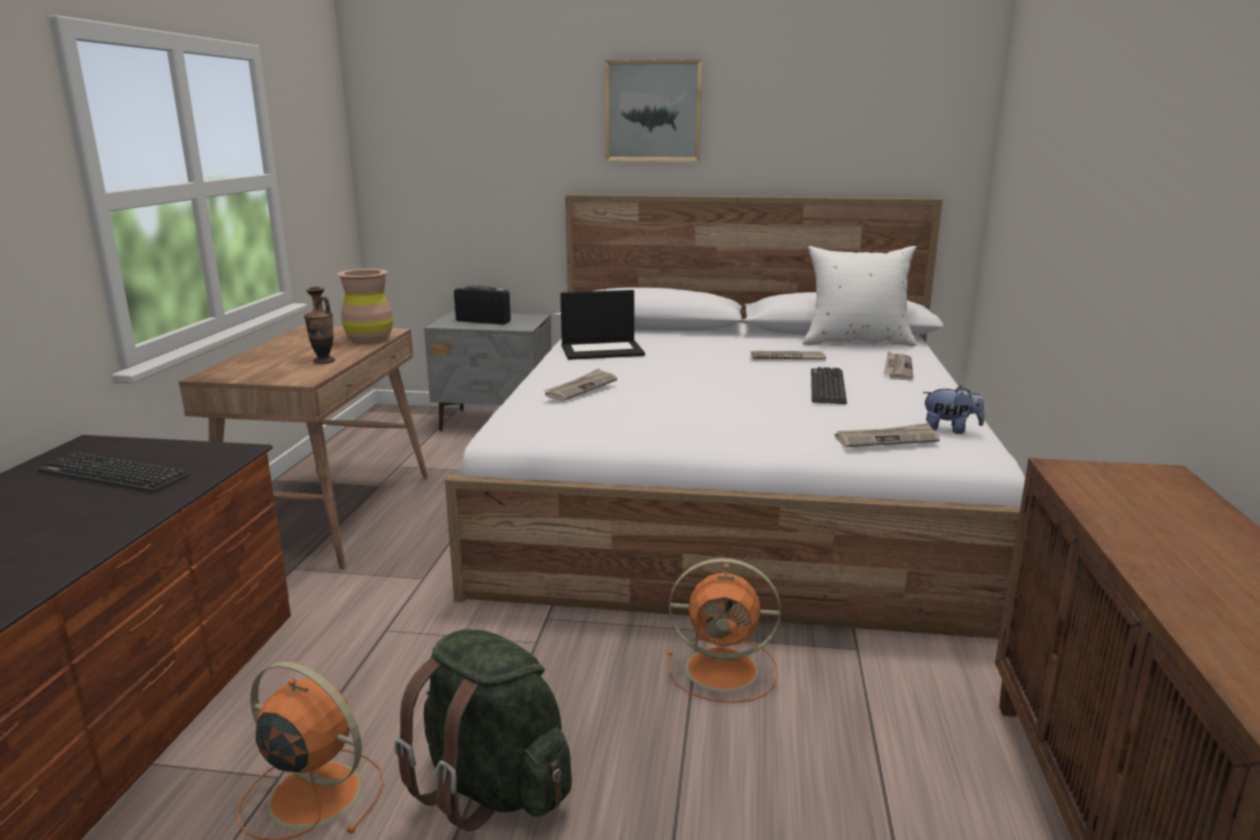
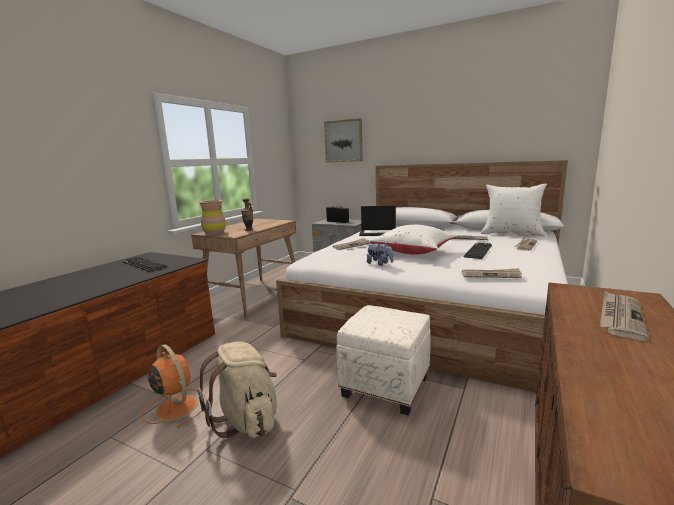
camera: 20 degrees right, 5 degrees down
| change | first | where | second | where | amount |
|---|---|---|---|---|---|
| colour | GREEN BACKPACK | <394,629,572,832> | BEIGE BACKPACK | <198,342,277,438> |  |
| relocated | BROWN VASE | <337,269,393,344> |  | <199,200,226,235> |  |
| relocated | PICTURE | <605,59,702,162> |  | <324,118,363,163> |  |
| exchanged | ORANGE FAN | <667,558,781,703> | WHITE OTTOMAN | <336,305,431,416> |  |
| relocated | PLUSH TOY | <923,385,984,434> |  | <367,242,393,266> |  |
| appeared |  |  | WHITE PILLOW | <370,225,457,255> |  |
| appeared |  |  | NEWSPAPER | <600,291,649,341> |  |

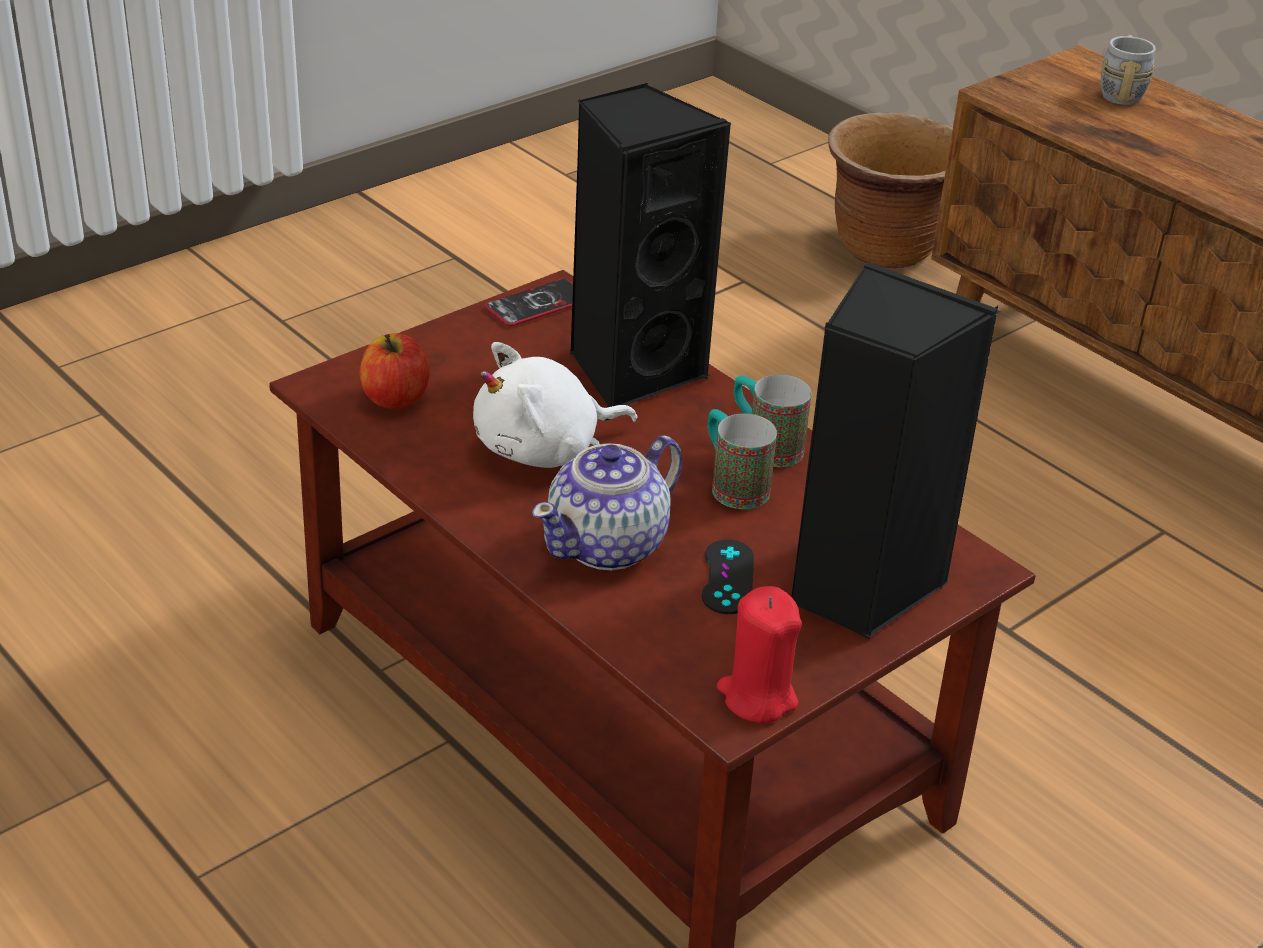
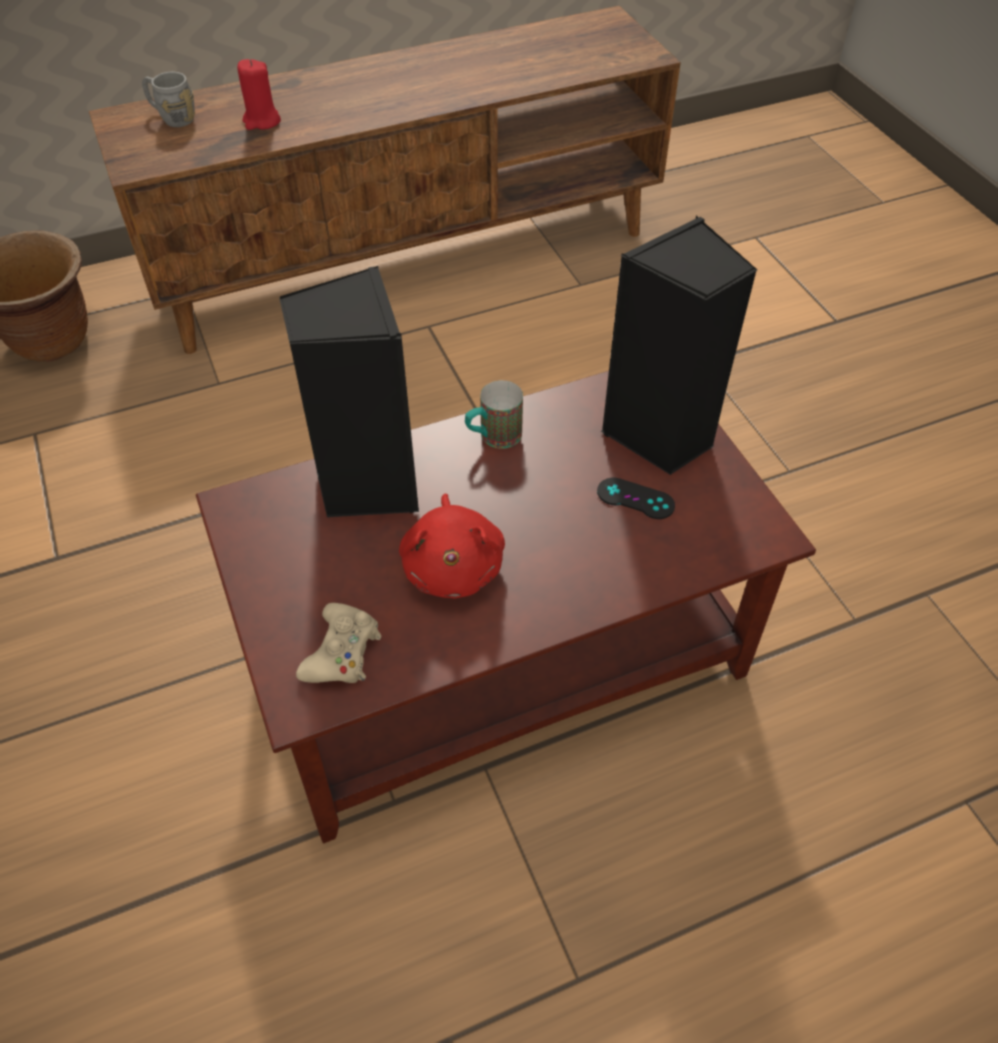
camera: 70 degrees left, 15 degrees up
| change | first | where | second | where | amount |
|---|---|---|---|---|---|
| relocated | RED CANDLE | <717,586,802,723> |  | <237,59,281,130> |  |
| exchanged | APPLE | <360,333,430,409> | BEIGE GAME CONTROLLER | <296,603,382,683> |  |
| colour | WHITE PLUSH TOY | <473,342,637,468> | RED PLUSH TOY | <399,494,505,598> |  |
| missing | PHONE | <485,279,573,326> |  |  |  |
| missing | TEAPOT | <532,436,682,570> |  |  |  |
| missing | MUG | <708,409,777,509> |  |  |  |

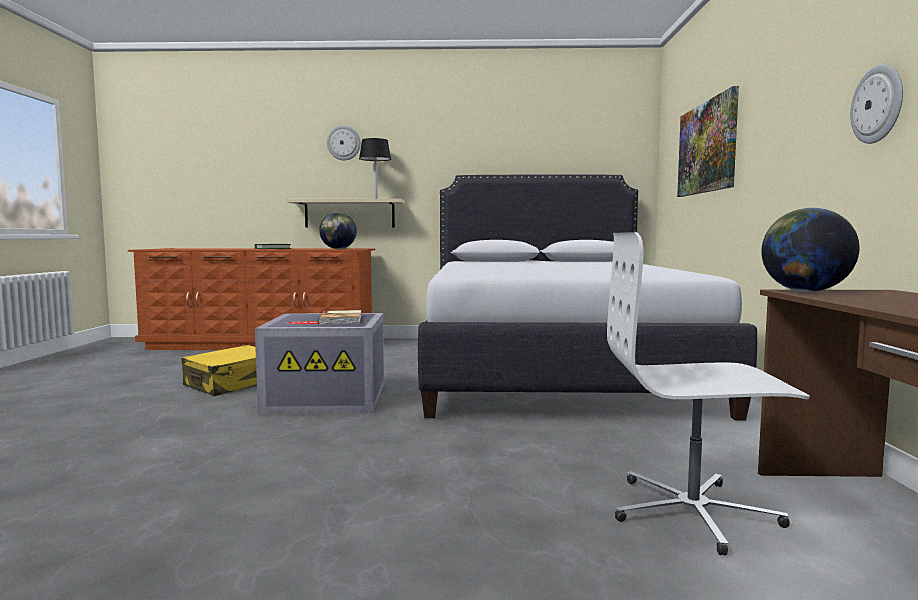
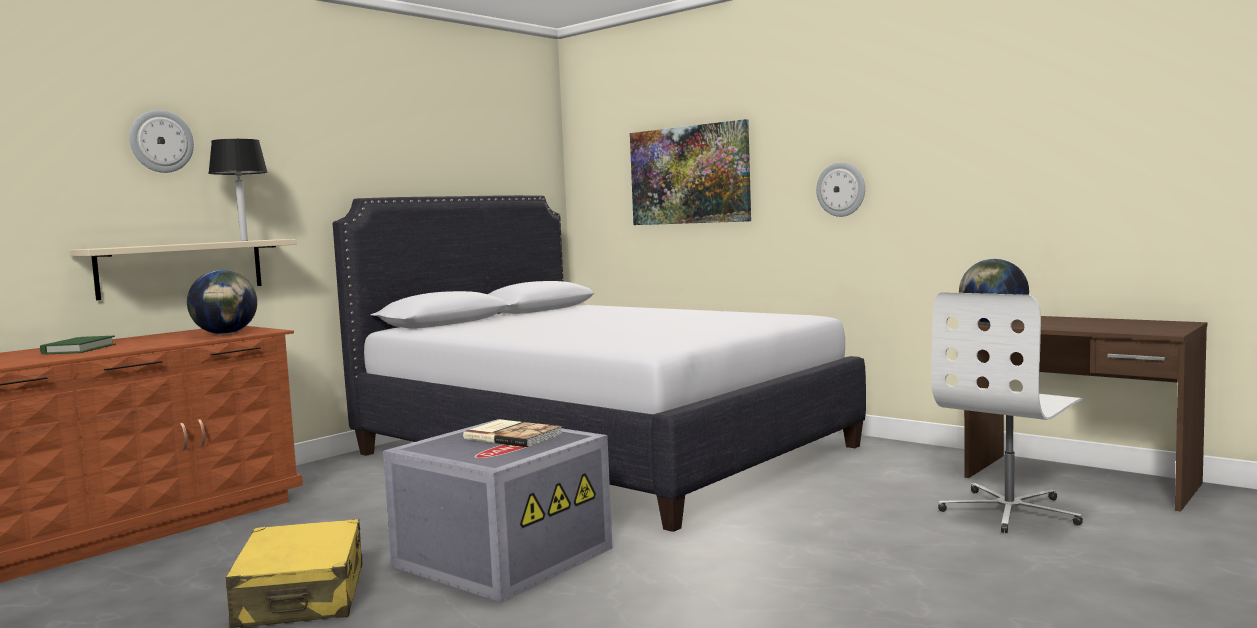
camera: 50 degrees left, 0 degrees up
| change | first | where | second | where | amount |
|---|---|---|---|---|---|
| relocated | WALL CLOCK | <850,64,903,144> |  | <816,162,865,217> |  |

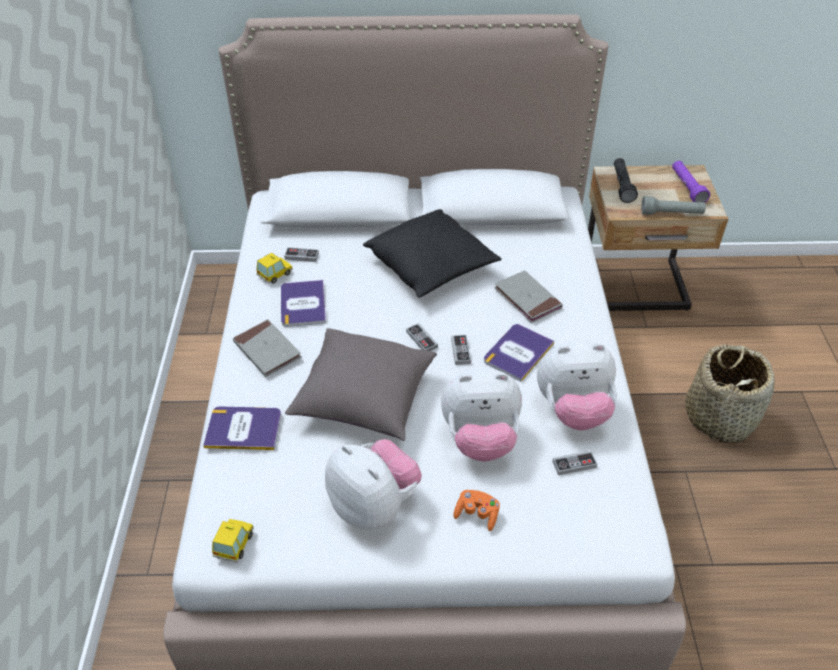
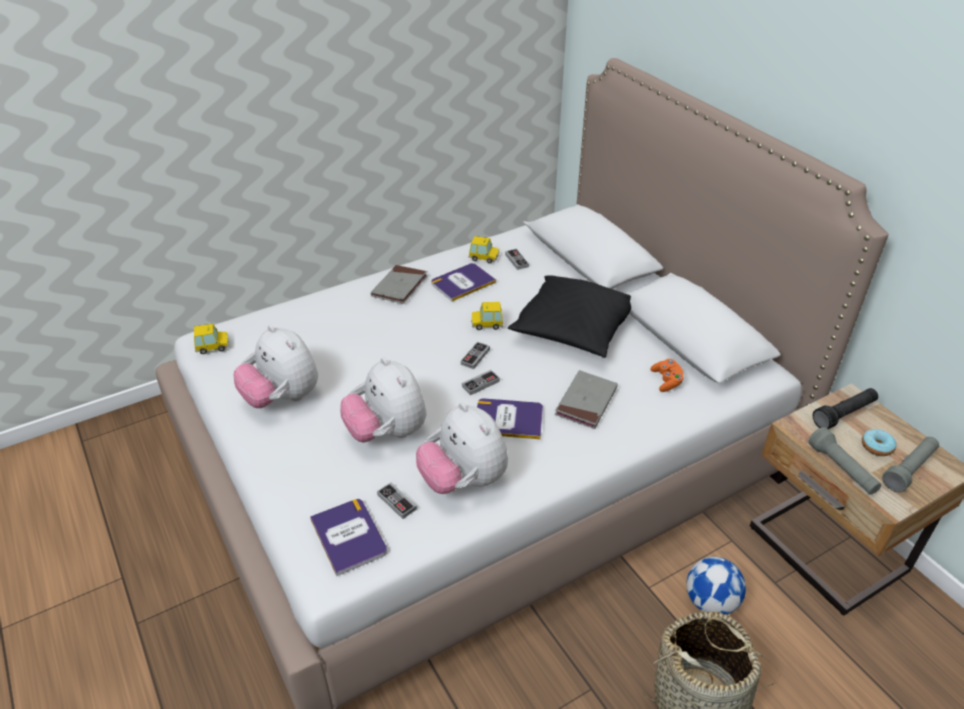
camera: 60 degrees right, 5 degrees down
| change | first | where | second | where | amount |
|---|---|---|---|---|---|
| spun | PLUSH TOY | <325,439,422,530> |  | <234,325,318,408> | 120 degrees clockwise |
| relocated | BOOK | <203,407,281,450> |  | <310,499,387,576> |  |
| appeared |  |  | TOY CAR | <471,302,503,330> |  |
| relocated | ORANGE GAME CONTROLLER | <453,490,500,531> |  | <651,359,684,392> |  |
| appeared |  |  | FOOTBALL | <686,557,746,615> |  |
| appeared |  |  | DONUT | <862,429,897,456> |  |
| colour | PURPLE FLASHLIGHT | <672,161,710,203> | GREY FLASHLIGHT | <882,437,939,492> |  |
| missing | GREY PILLOW | <285,328,437,441> |  |  |  |

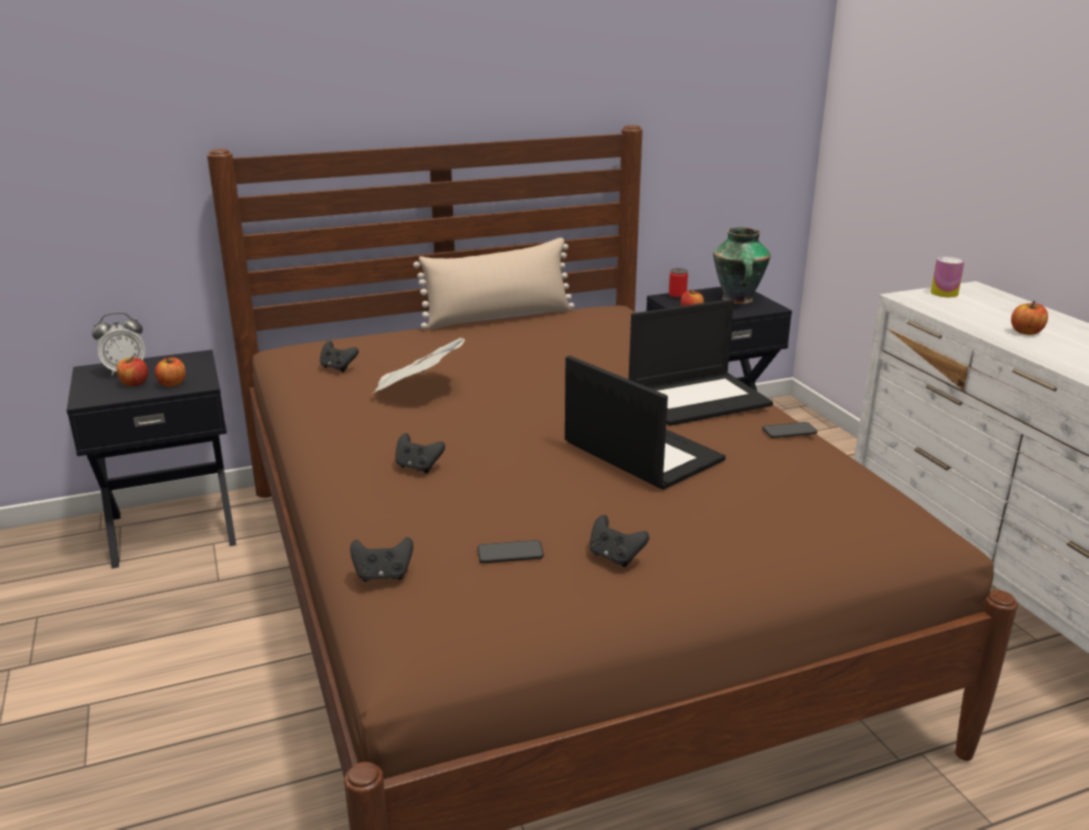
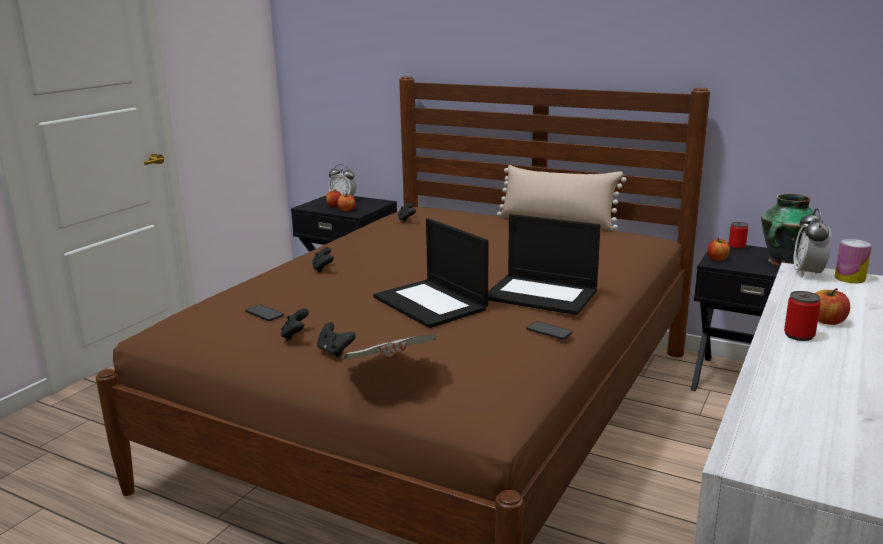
camera: 50 degrees right, 5 degrees down
| change | first | where | second | where | amount |
|---|---|---|---|---|---|
| relocated | BLACK GAME CONTROLLER | <350,537,413,582> |  | <317,323,356,357> |  |
| relocated | NEWSPAPER | <373,337,465,393> |  | <342,334,437,359> |  |
| spun | LAPTOP | <565,356,726,490> |  | <373,218,488,328> | 135 degrees clockwise |
| appeared |  |  | CAN | <784,291,821,341> |  |
| appeared |  |  | ALARM CLOCK | <794,208,832,278> |  |

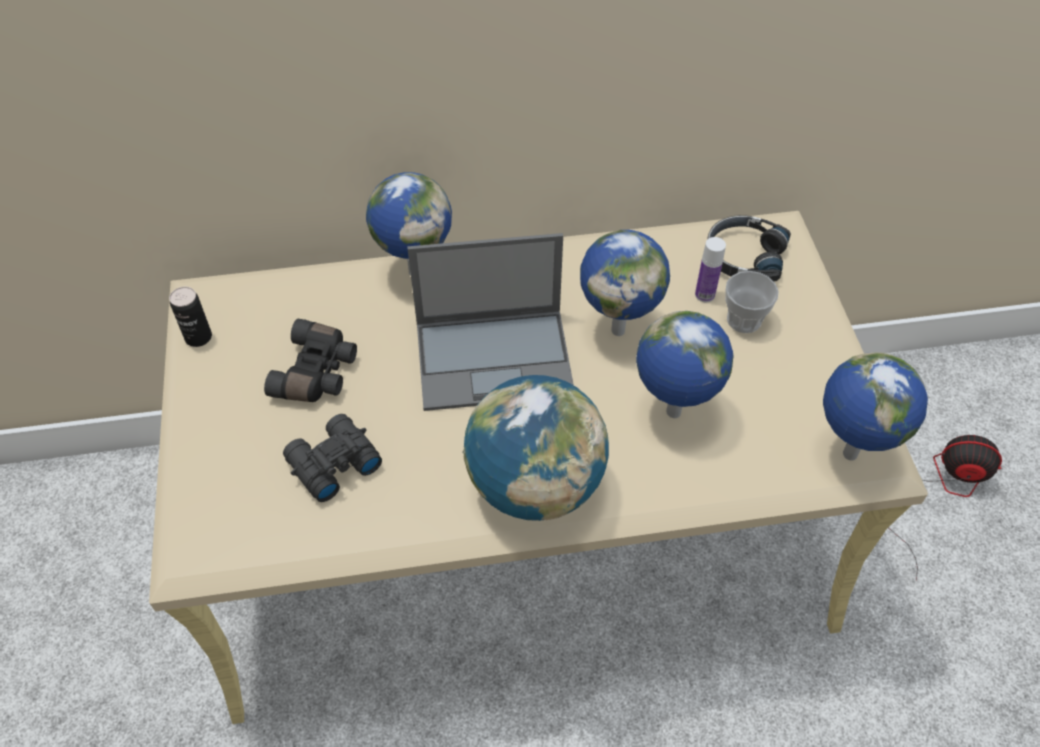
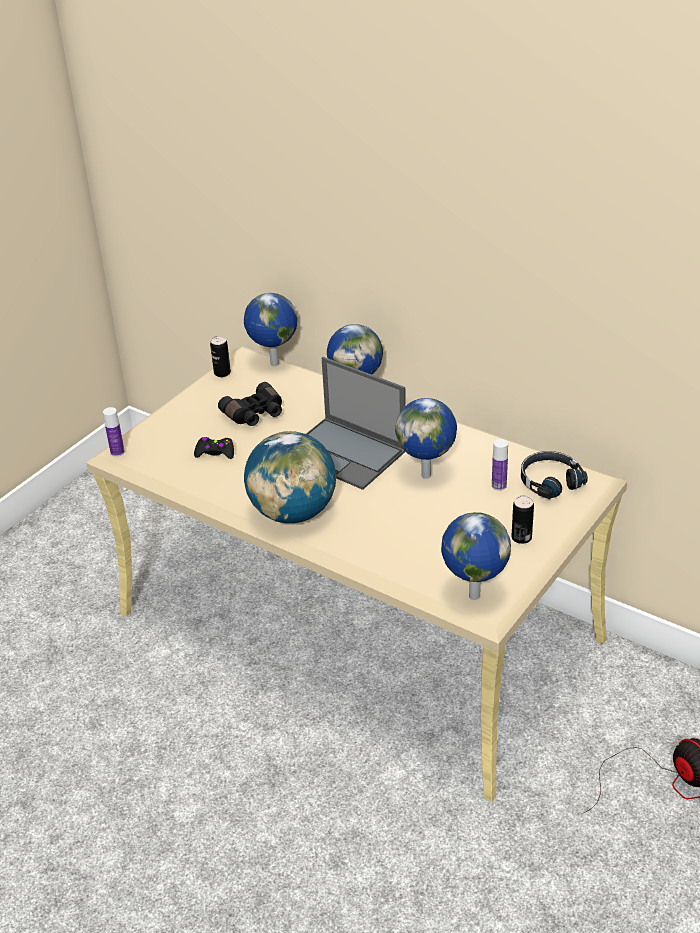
camera: 45 degrees right, 15 degrees down
| change | first | where | second | where | amount |
|---|---|---|---|---|---|
| appeared |  |  | BOTTLE | <103,407,125,457> |  |
| exchanged | BLACK BINOCULARS | <283,414,382,502> | BLACK GAME CONTROLLER | <194,437,234,459> |  |
| relocated | GLOBE | <636,311,733,418> |  | <244,293,298,366> |  |
| appeared |  |  | CAN | <511,496,534,544> |  |
| missing | CUP | <725,271,779,333> |  |  |  |

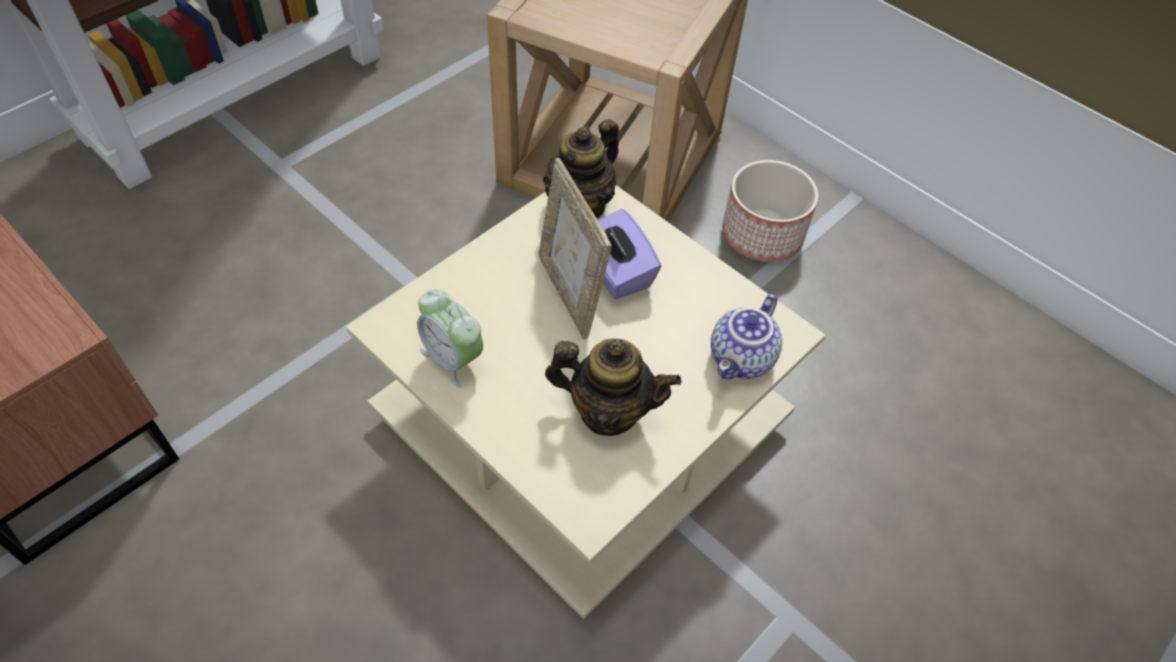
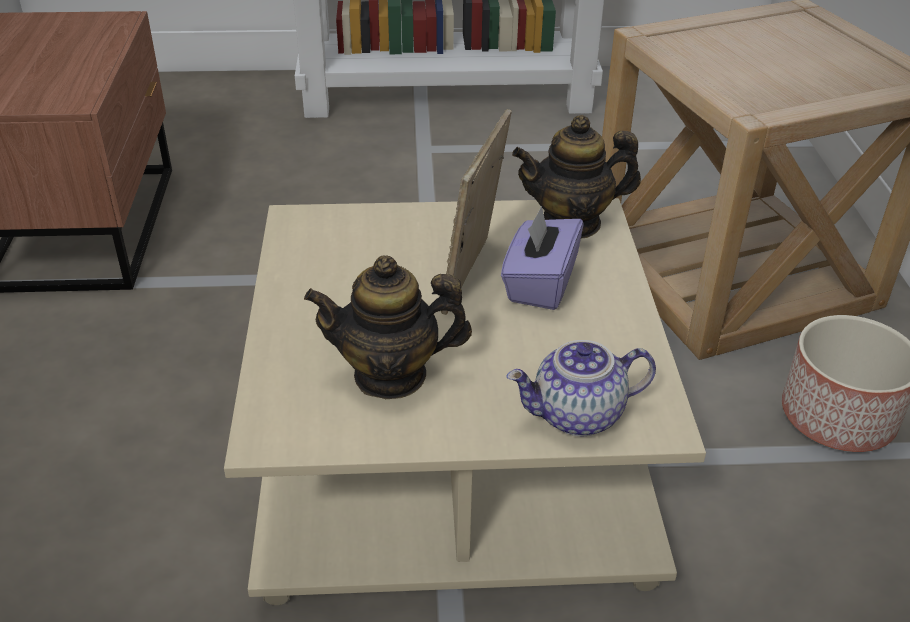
camera: 45 degrees right, 15 degrees down
| change | first | where | second | where | amount |
|---|---|---|---|---|---|
| spun | TEAPOT | <545,338,682,436> |  | <304,255,472,399> | 120 degrees clockwise |
| missing | ALARM CLOCK | <417,289,483,388> |  |  |  |

